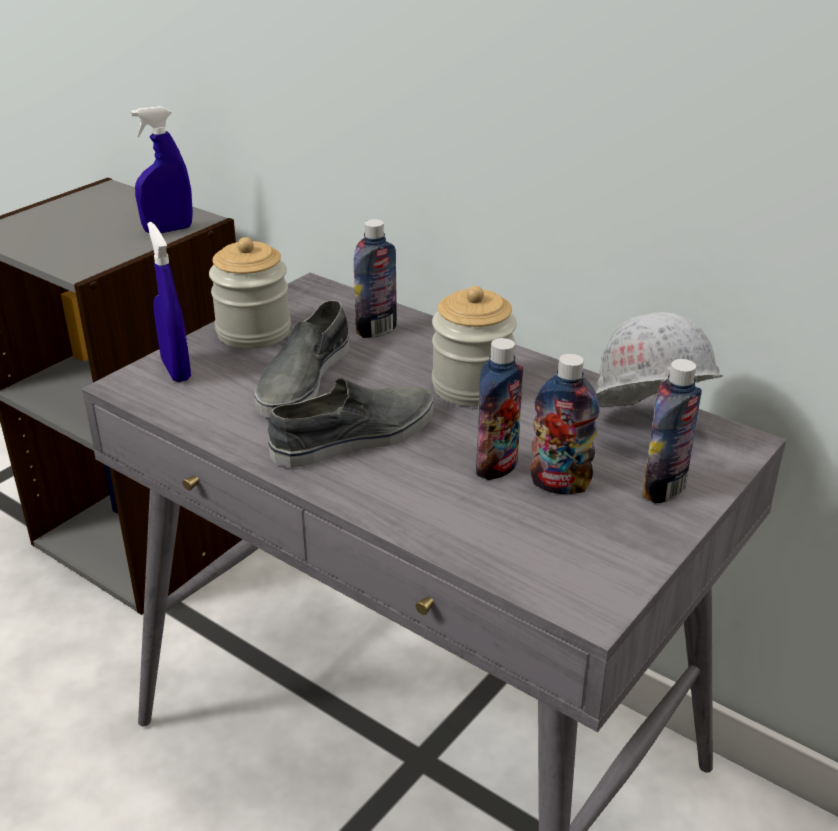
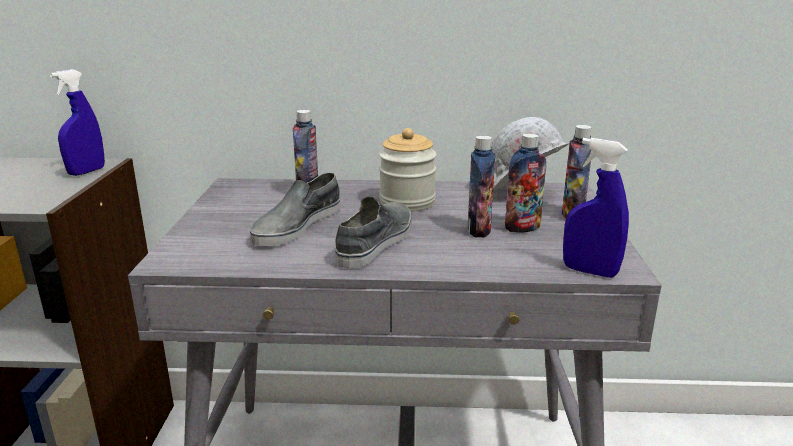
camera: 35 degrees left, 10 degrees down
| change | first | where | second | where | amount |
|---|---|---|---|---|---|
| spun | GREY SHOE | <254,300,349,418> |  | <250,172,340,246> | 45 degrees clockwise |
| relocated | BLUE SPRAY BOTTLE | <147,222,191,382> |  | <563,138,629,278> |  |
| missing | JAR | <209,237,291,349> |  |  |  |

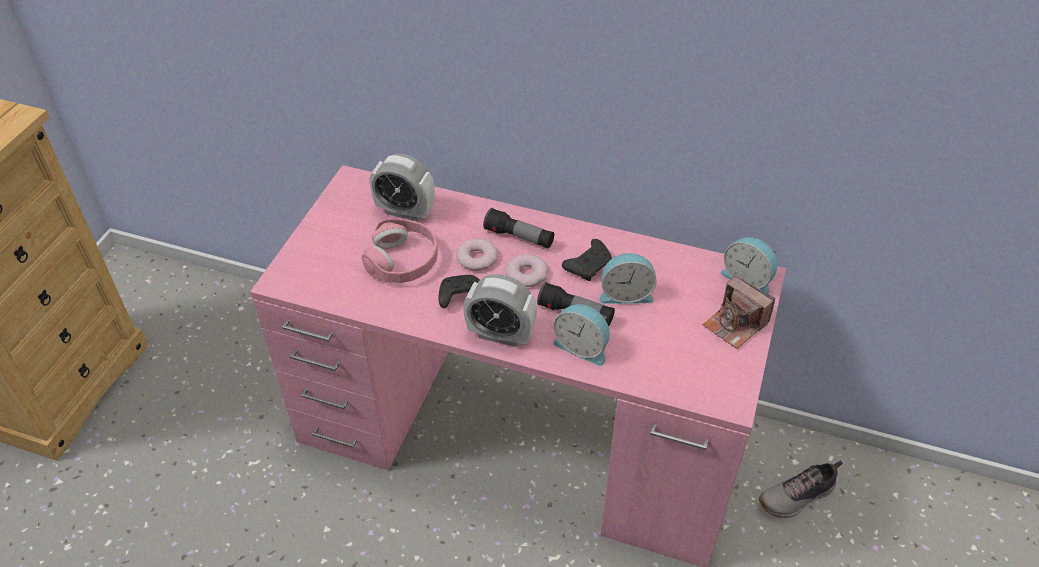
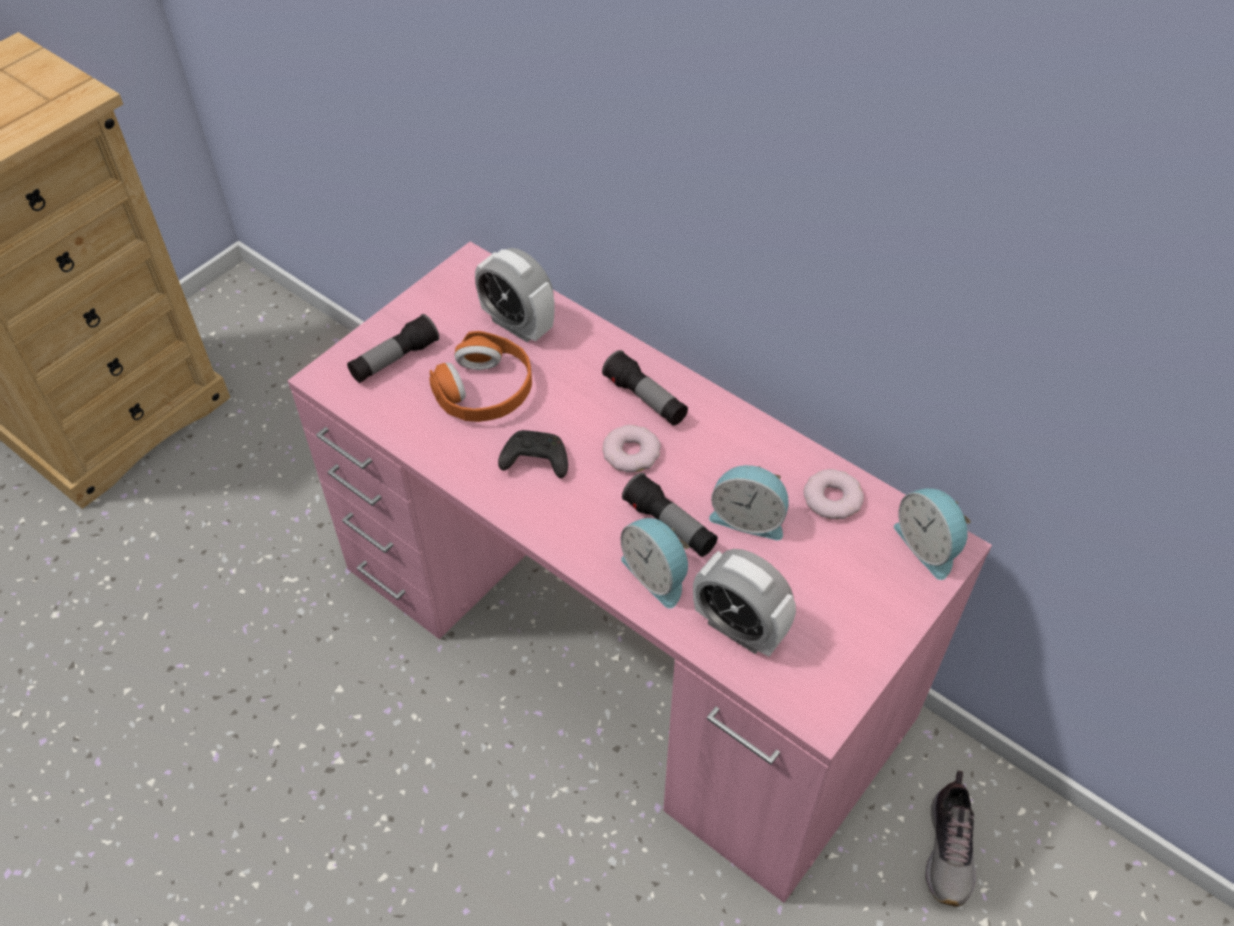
camera: 20 degrees right, 5 degrees up
| change | first | where | second | where | amount |
|---|---|---|---|---|---|
| appeared |  |  | FLASHLIGHT | <347,314,439,383> |  |
| colour | PINK HEADPHONES | <362,218,438,283> | ORANGE HEADPHONES | <429,331,532,422> |  |
| relocated | ALARM CLOCK | <463,274,537,347> |  | <693,549,796,657> |  |
| relocated | DONUT | <456,239,498,271> |  | <804,469,864,519> |  |
| spun | SHOE | <759,461,843,518> |  | <925,771,976,907> | 75 degrees counterclockwise |
| missing | BLACK GAME CONTROLLER | <562,239,612,281> |  |  |  |
| missing | PHOTO CAMERA | <702,276,775,349> |  |  |  |

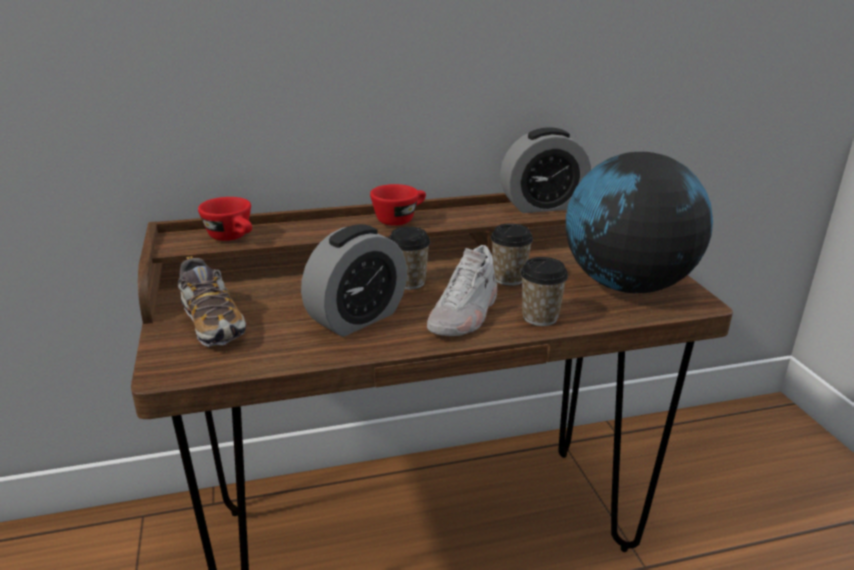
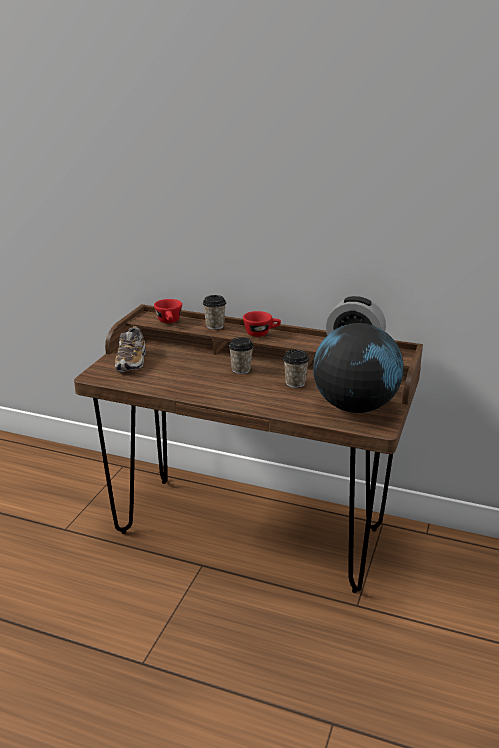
camera: 35 degrees right, 0 degrees up
| change | first | where | second | where | amount |
|---|---|---|---|---|---|
| relocated | CUP | <521,257,568,326> |  | <203,295,226,330> |  |
| missing | ALARM CLOCK | <301,224,407,337> |  |  |  |
| missing | WHITE SHOE | <427,245,497,336> |  |  |  |

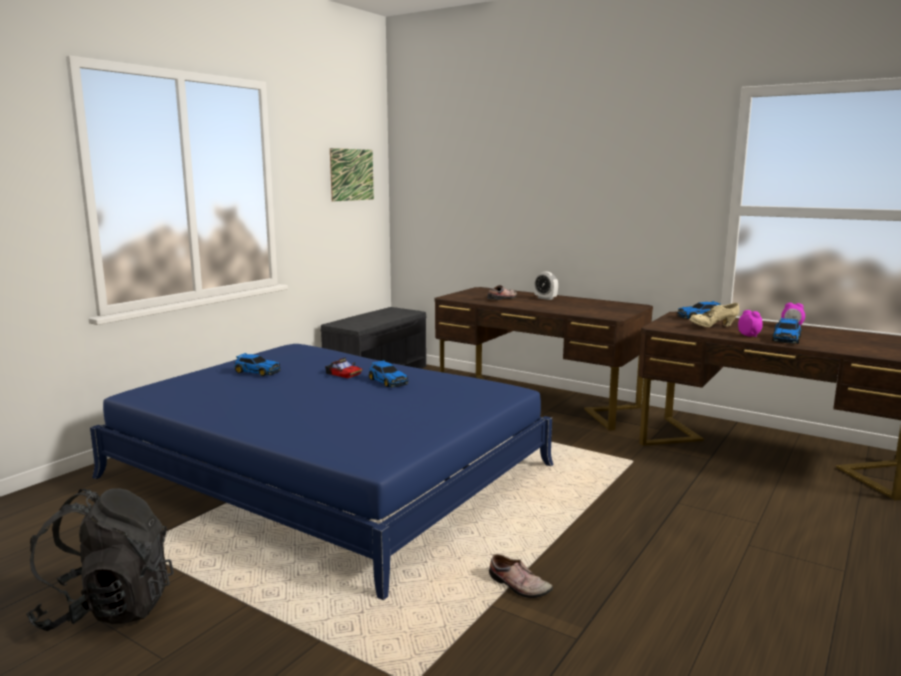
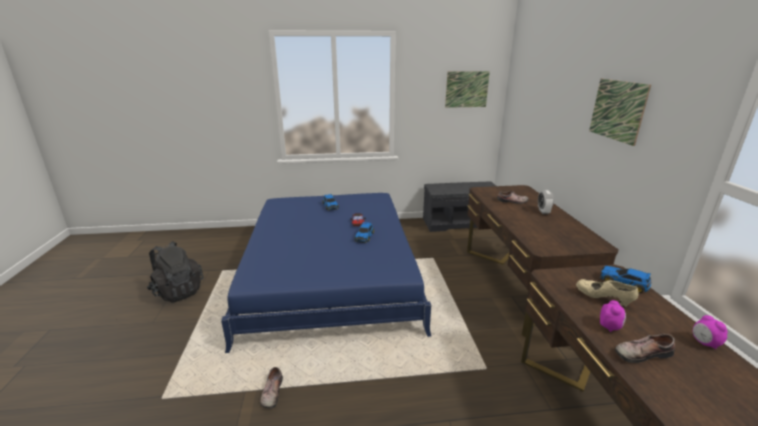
camera: 50 degrees right, 10 degrees up
| change | first | where | second | where | amount |
|---|---|---|---|---|---|
| appeared |  |  | PICTURE | <589,79,651,146> |  |
| exchanged | TOY CAR | <772,318,801,344> | SHOE | <615,334,675,363> |  |

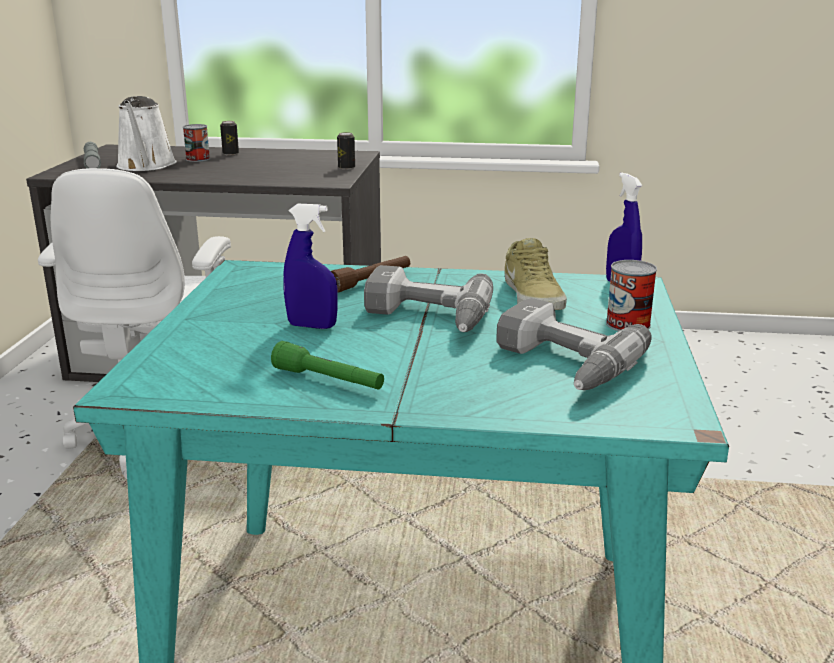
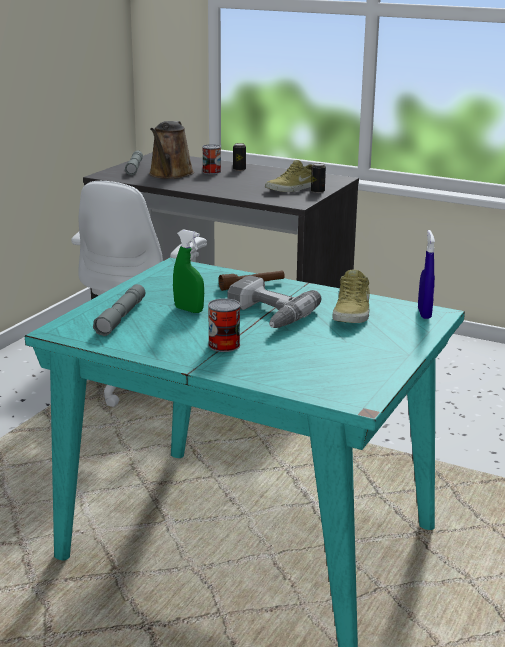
camera: 20 degrees right, 0 degrees up
| change | first | where | second | where | amount |
|---|---|---|---|---|---|
| appeared |  |  | GREY FLASHLIGHT | <93,284,146,336> |  |
| colour | WHITE WATERING CAN | <116,96,177,171> | BROWN WATERING CAN | <149,121,194,179> |  |
| colour | BLUE SPRAY BOTTLE | <283,204,337,329> | GREEN SPRAY BOTTLE | <173,229,204,313> |  |
| relocated | CAN | <606,260,657,331> |  | <208,298,240,352> |  |
| appeared |  |  | BEIGE SHOE | <265,160,312,192> |  |
| missing | GREEN FLASHLIGHT | <271,341,384,390> |  |  |  |
| missing | POWER DRILL | <496,298,652,390> |  |  |  |

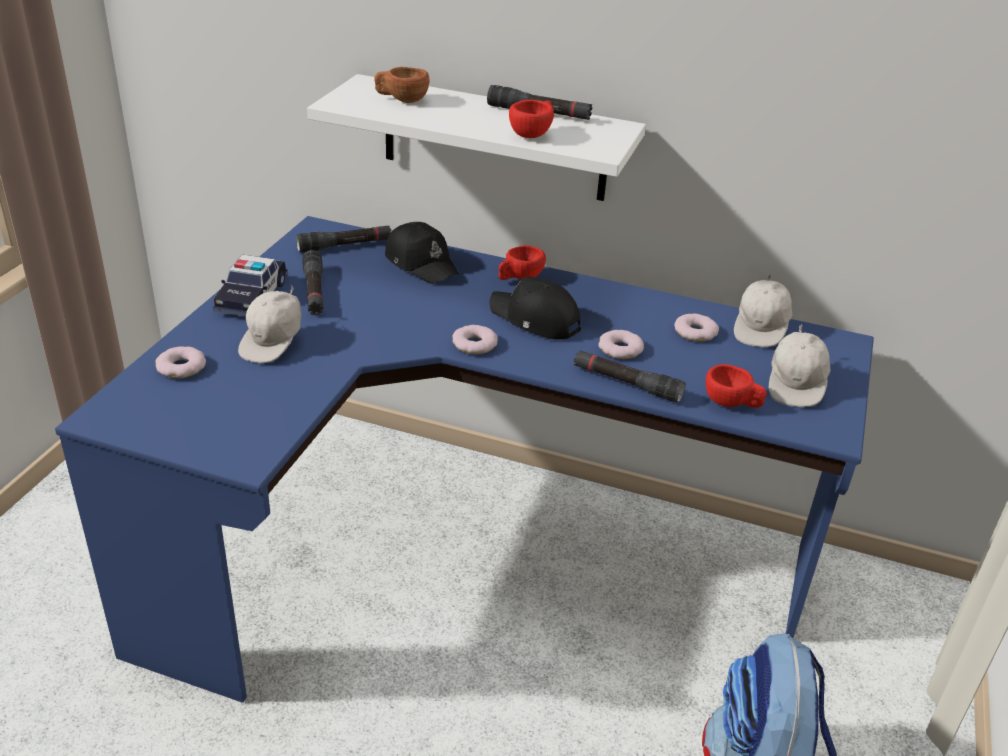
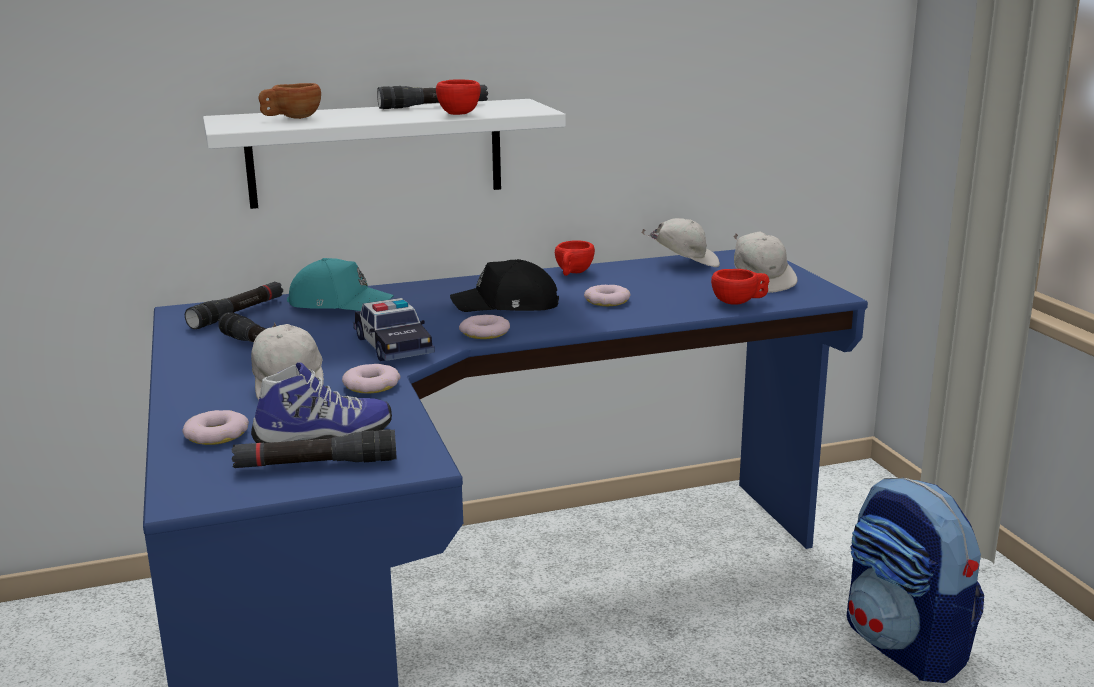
camera: 35 degrees left, 15 degrees down
| change | first | where | second | where | amount |
|---|---|---|---|---|---|
| relocated | BLACK FLASHLIGHT | <574,350,685,403> |  | <232,429,397,468> |  |
| appeared |  |  | SHOE | <251,362,392,443> |  |
| colour | BLACK CAP | <385,222,459,284> | TURQUOISE CAP | <287,258,394,311> |  |
| relocated | DONUT | <674,314,719,342> |  | <342,364,400,394> |  |
| relocated | TOY CAR | <213,255,288,316> |  | <353,298,435,361> |  |
| relocated | RED CUP | <499,245,546,280> |  | <555,240,595,276> |  |
| spun | WHITE CAP | <734,274,792,347> |  | <641,218,720,267> | 75 degrees counterclockwise |

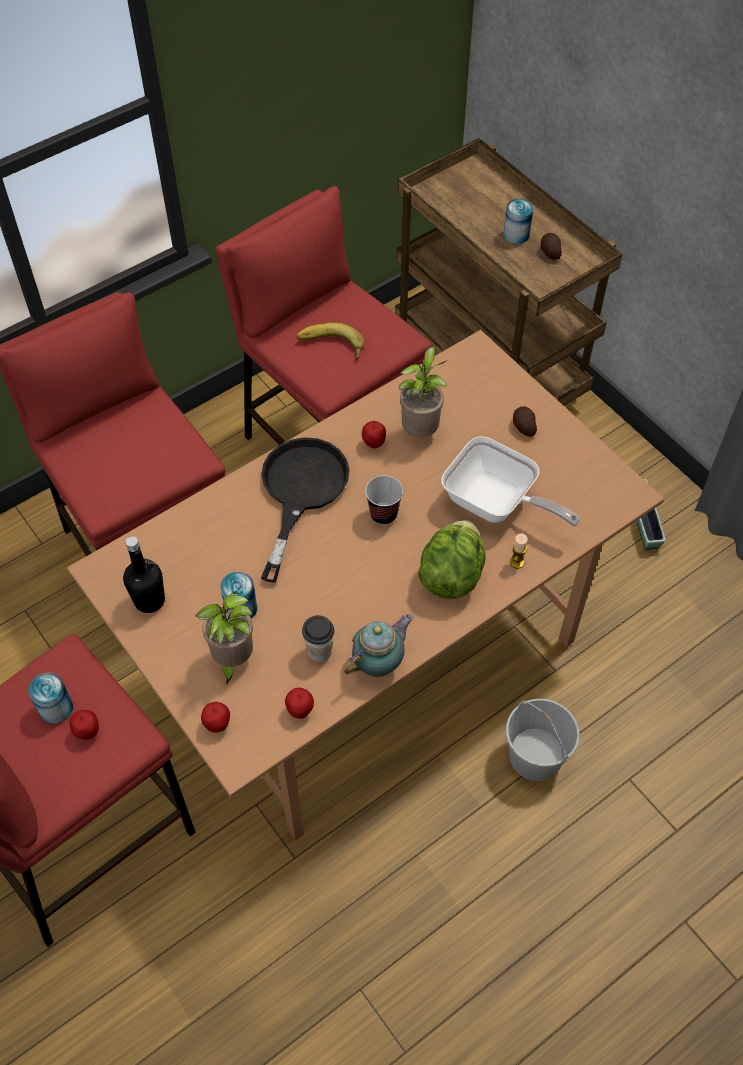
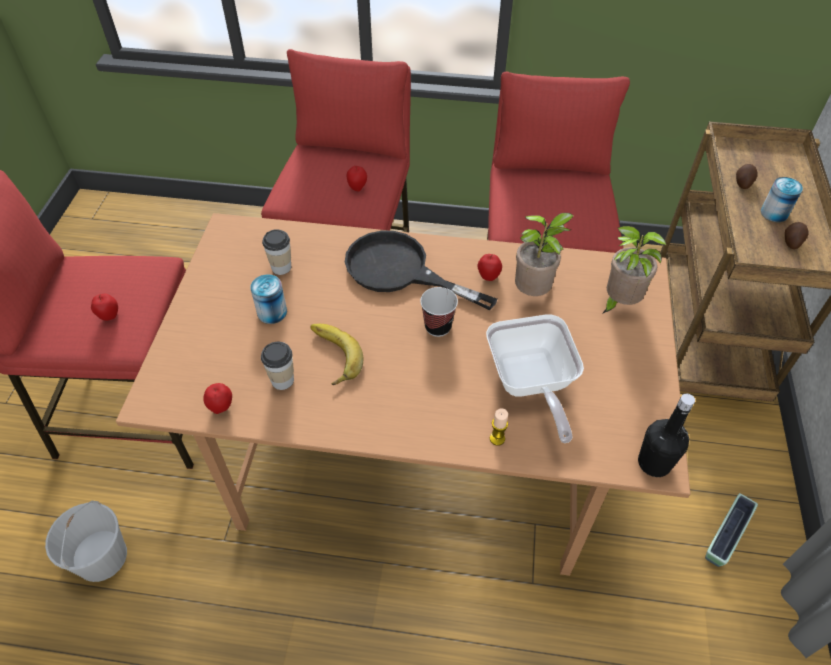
camera: 45 degrees right, 5 degrees down
| change | first | where | second | where | amount |
|---|---|---|---|---|---|
| relocated | WHITE BUCKET | <506,699,579,781> |  | <45,501,127,582> |  |
| appeared |  |  | CUP | <262,229,291,275> |  |
| relocated | BANANA | <296,322,364,359> |  | <310,324,363,385> |  |
| spun | BLACK FRYING PAN | <261,437,350,583> |  | <345,230,498,311> | 120 degrees counterclockwise |
| relocated | APPLE | <201,702,230,733> |  | <347,166,367,192> |  |
| relocated | POTTED PLANT | <196,592,253,685> |  | <602,226,666,314> |  |
| relocated | BLACK BOTTLE | <123,536,165,613> |  | <638,393,695,477> |  |
| relocated | POTATO | <513,406,537,437> |  | <736,164,758,189> |  |
| missing | CAN | <28,673,73,724> |  |  |  |
| missing | TEAPOT | <344,614,414,677> |  |  |  |
| missing | LETTUCE | <418,520,486,599> |  |  |  |

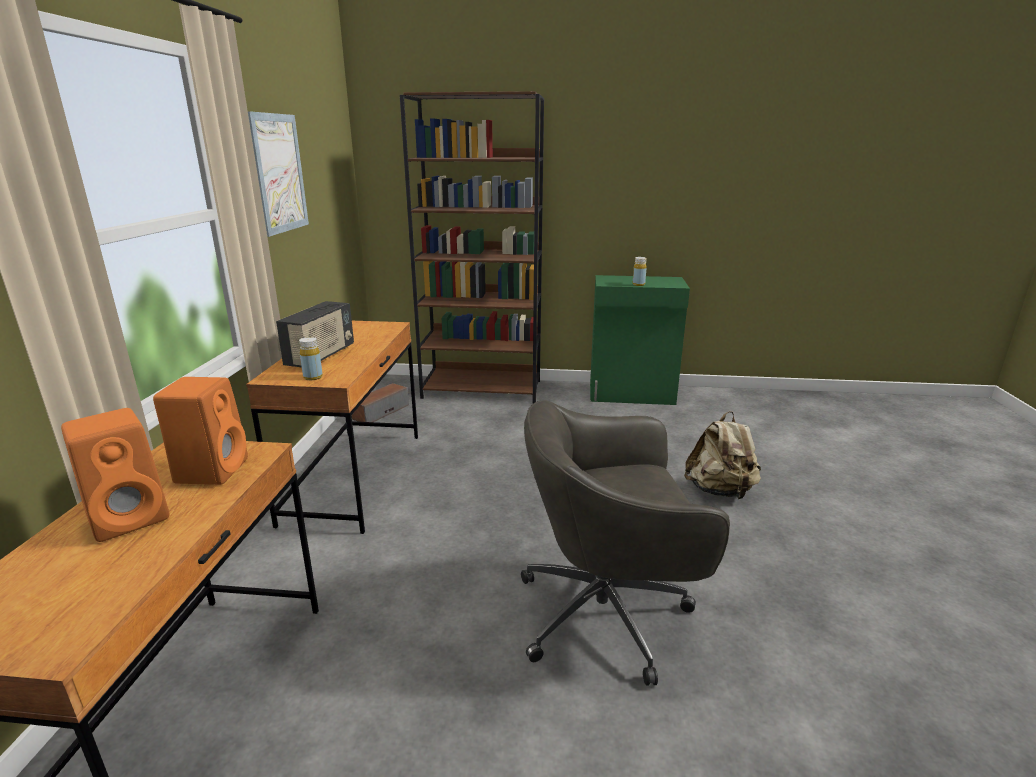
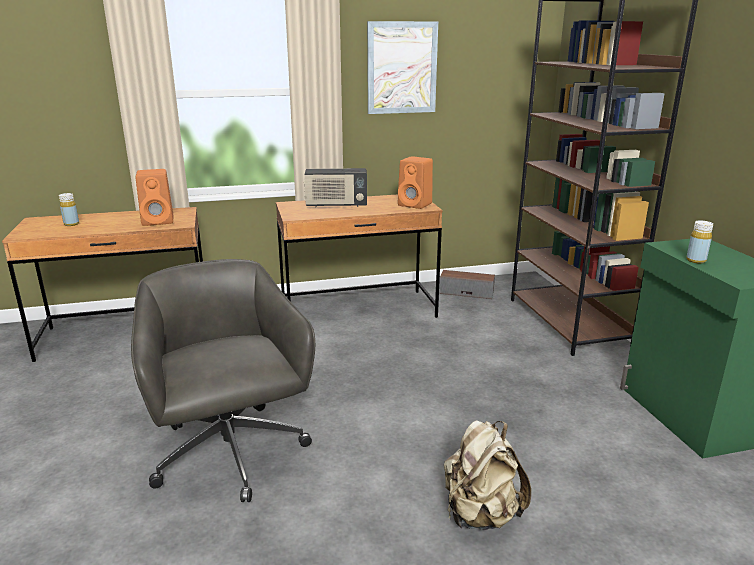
camera: 70 degrees right, 0 degrees up
| change | first | where | second | where | amount |
|---|---|---|---|---|---|
| relocated | YELLOW BOTTLE | <299,337,323,380> |  | <59,193,79,226> |  |
| relocated | ORANGE SPEAKER | <61,408,169,542> |  | <398,156,433,209> |  |

